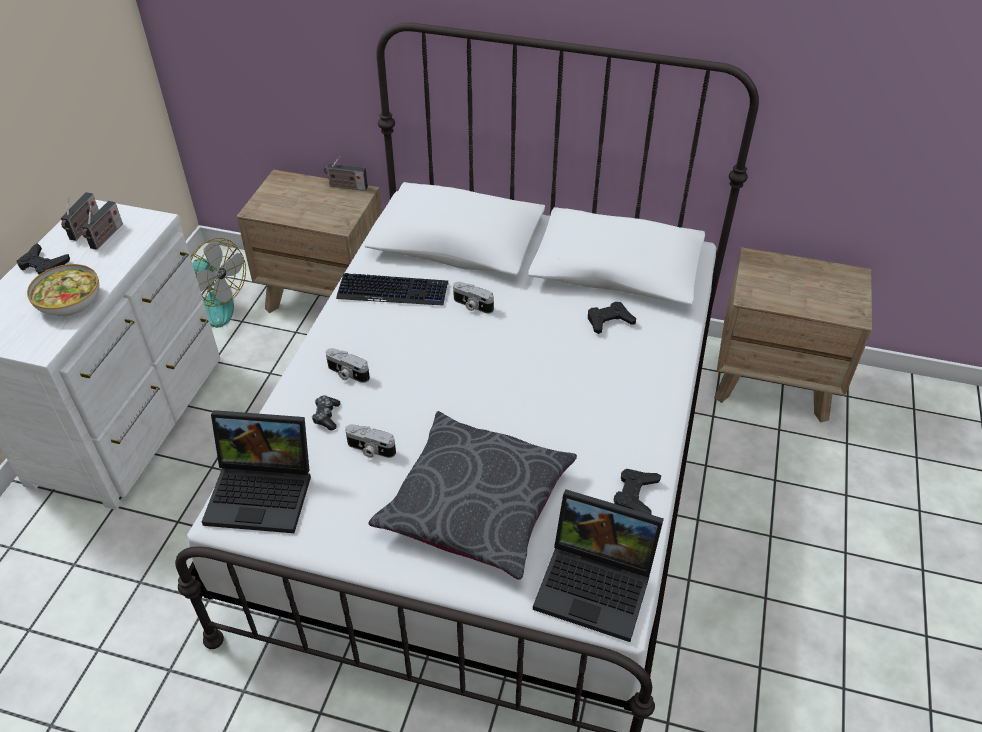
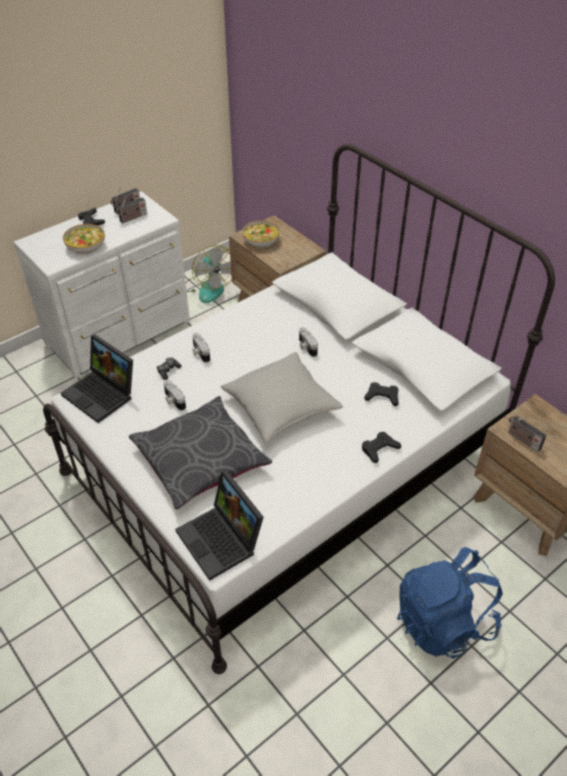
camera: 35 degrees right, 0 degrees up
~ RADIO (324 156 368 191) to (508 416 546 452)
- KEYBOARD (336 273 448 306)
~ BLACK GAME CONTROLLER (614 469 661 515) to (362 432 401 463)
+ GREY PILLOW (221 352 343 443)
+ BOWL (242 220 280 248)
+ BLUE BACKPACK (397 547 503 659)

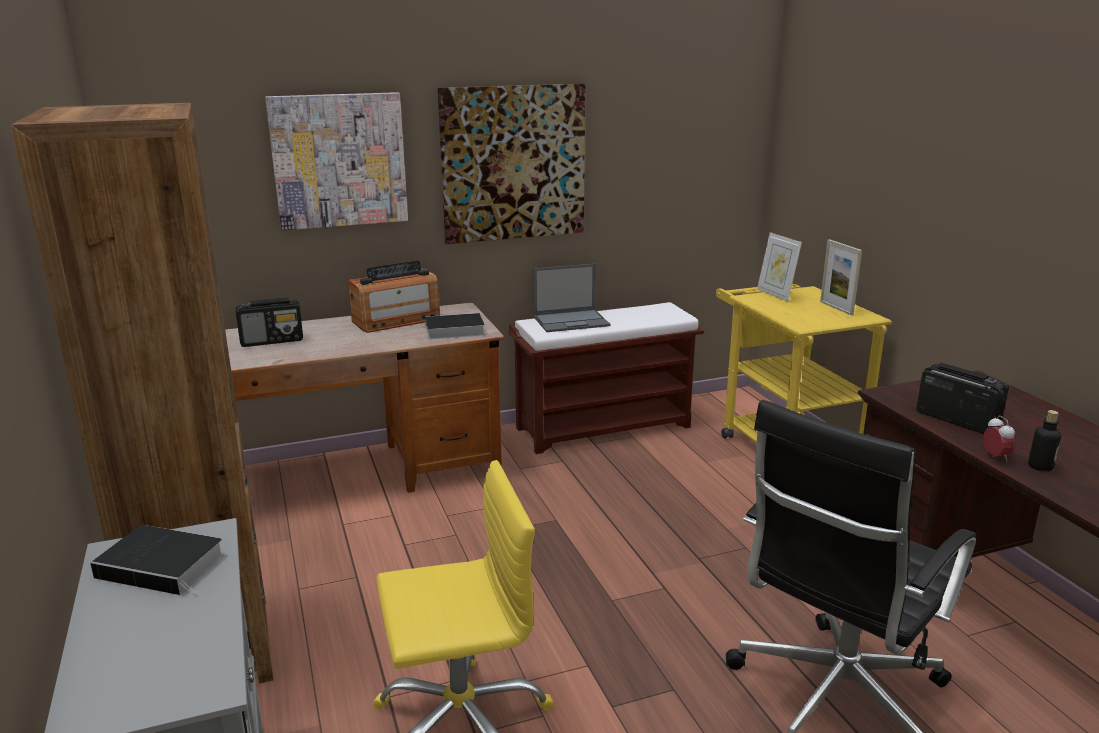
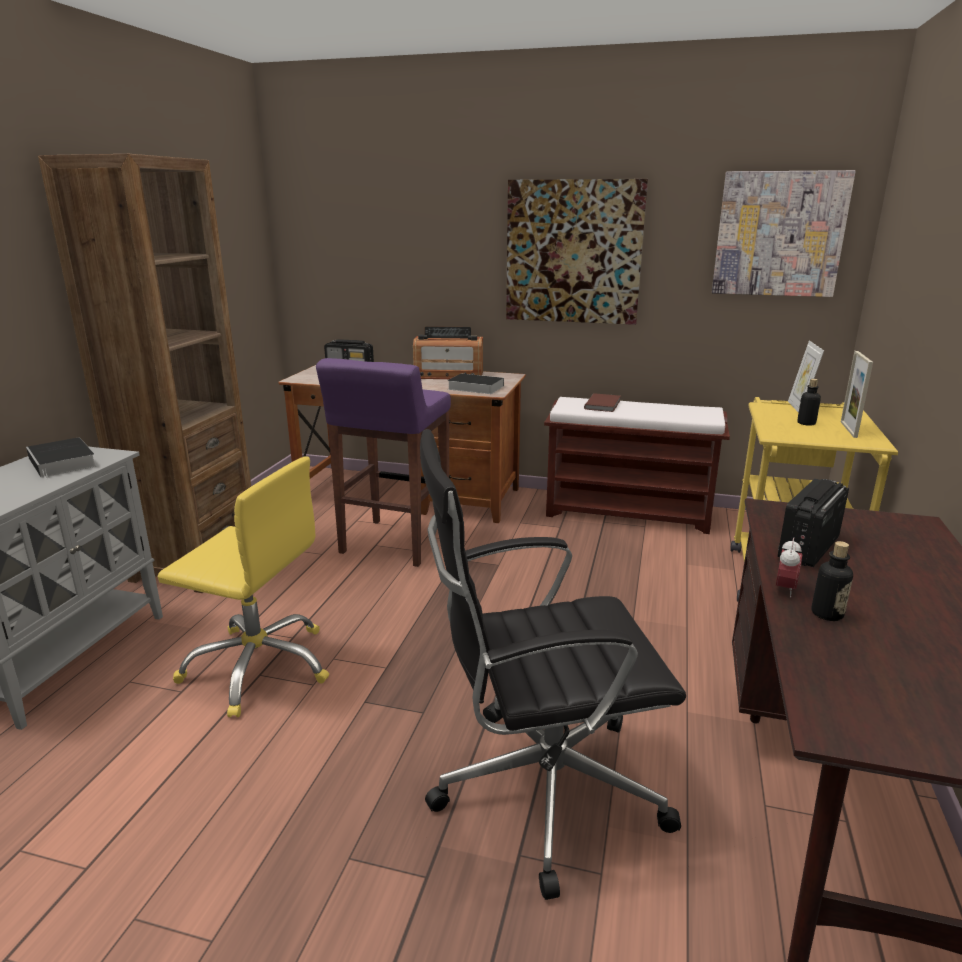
camera: 35 degrees right, 0 degrees up
~ PICTURE (265 92 408 231) to (712 170 856 297)
~ LAPTOP (533 264 611 332) to BROWN BOOK (584 393 620 412)
~ RADIO (916 363 1009 434) = (778 479 849 567) 135 degrees counterclockwise
+ PURPLE STOOL (316 358 451 567)
+ BOTTLE (797 379 821 426)

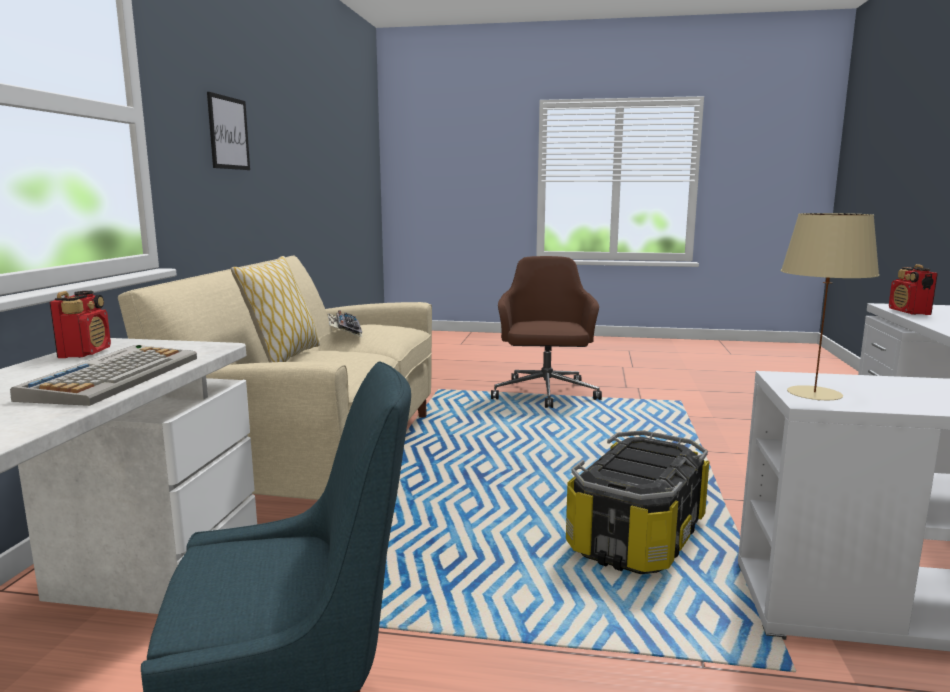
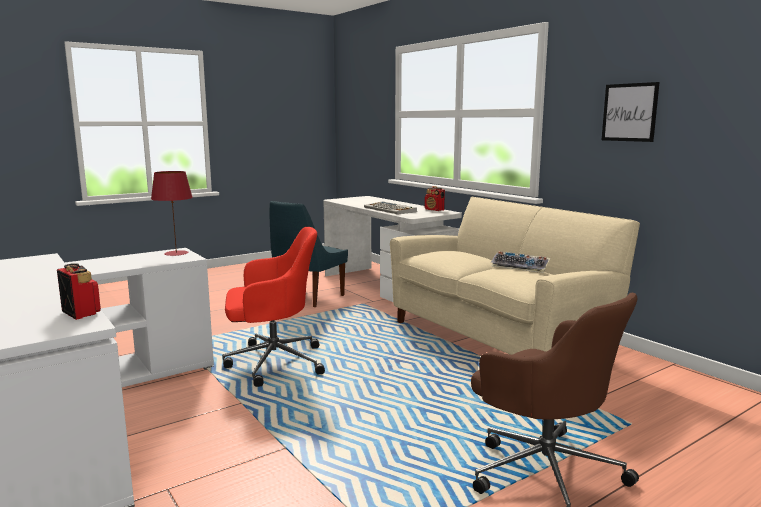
camera: 135 degrees right, 0 degrees up
- PILLOW (231 256 320 362)
~ STORAGE BOX (566 430 710 574) to RED OFFICE CHAIR (222 227 325 387)
~ BEIGE TABLE LAMP (781 213 880 401) to RED TABLE LAMP (151 171 193 256)

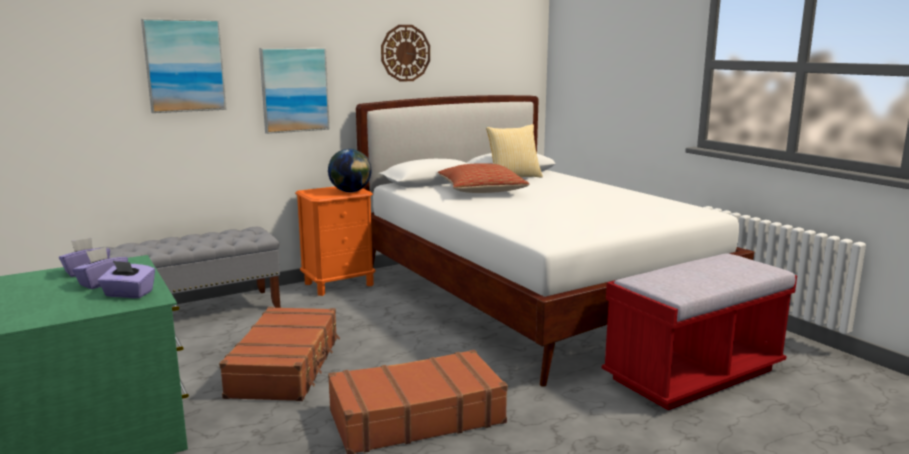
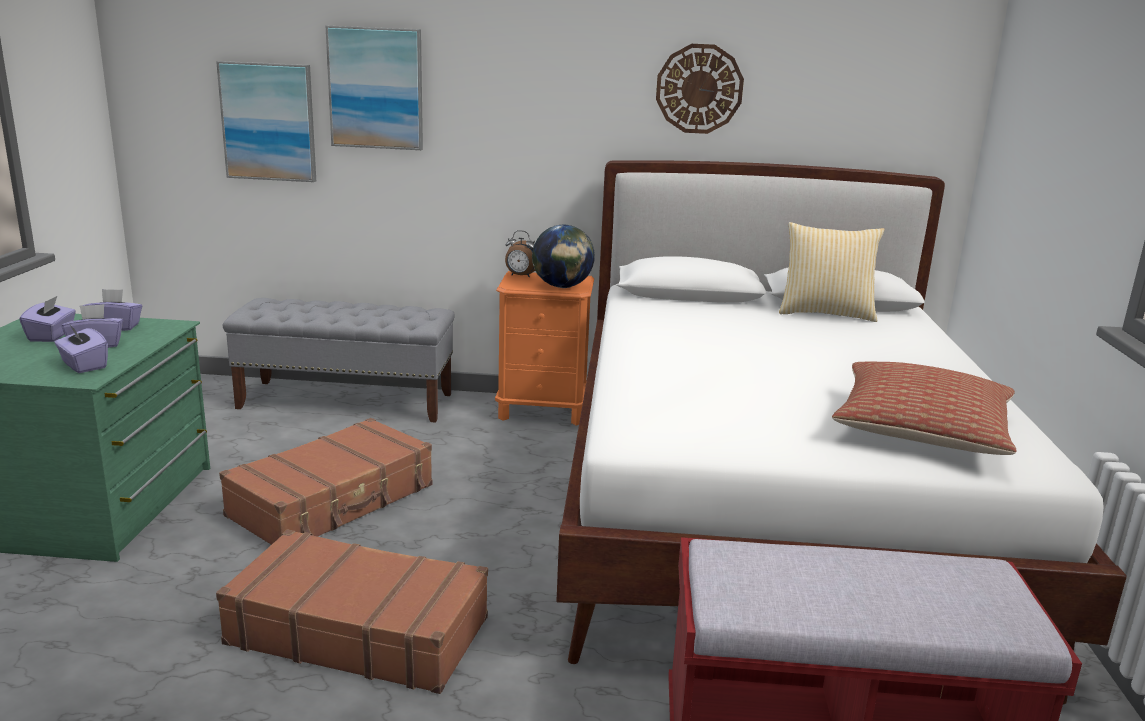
camera: 35 degrees right, 5 degrees up
~ PICTURE (259 48 330 134) to (216 61 316 182)
~ PILLOW (438 163 529 193) to (832 361 1016 455)
+ PURPLE TISSUE BOX (19 296 76 342)
+ ALARM CLOCK (505 230 535 277)

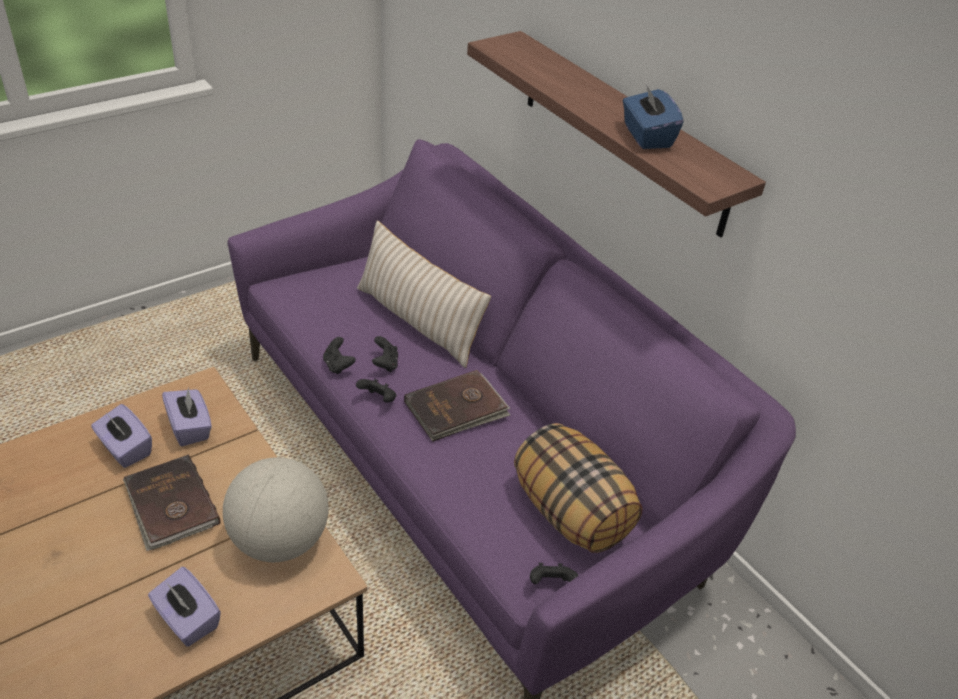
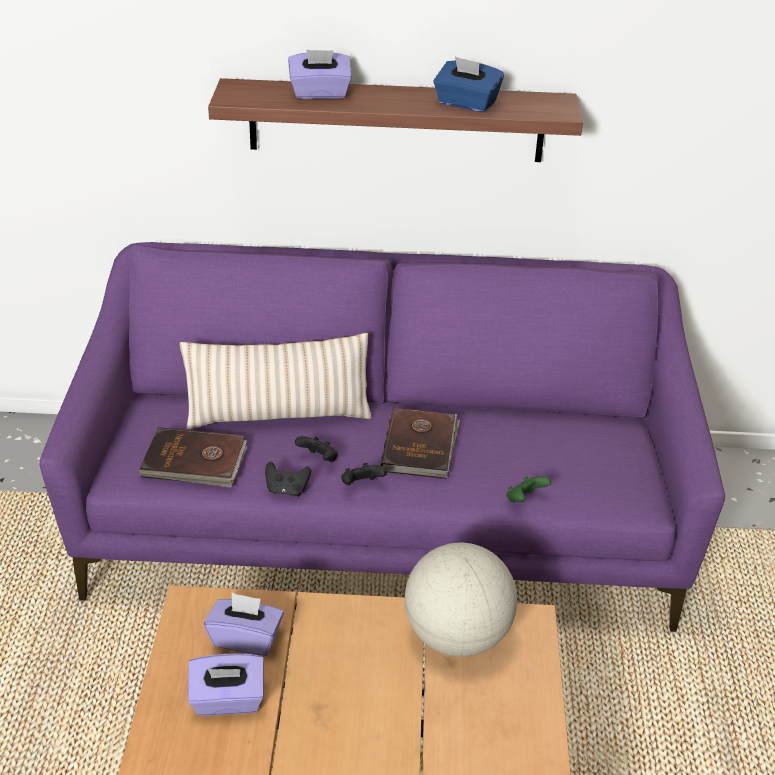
camera: 50 degrees left, 5 degrees down
~ BROWN BOOK (123 454 221 551) to (139 427 247 487)
~ PURPLE TISSUE BOX (148 567 221 646) to (288 49 352 99)
- PILLOW (514 423 642 553)
- BLACK GAME CONTROLLER (530 563 579 584)
+ GREEN GAME CONTROLLER (506 476 551 503)

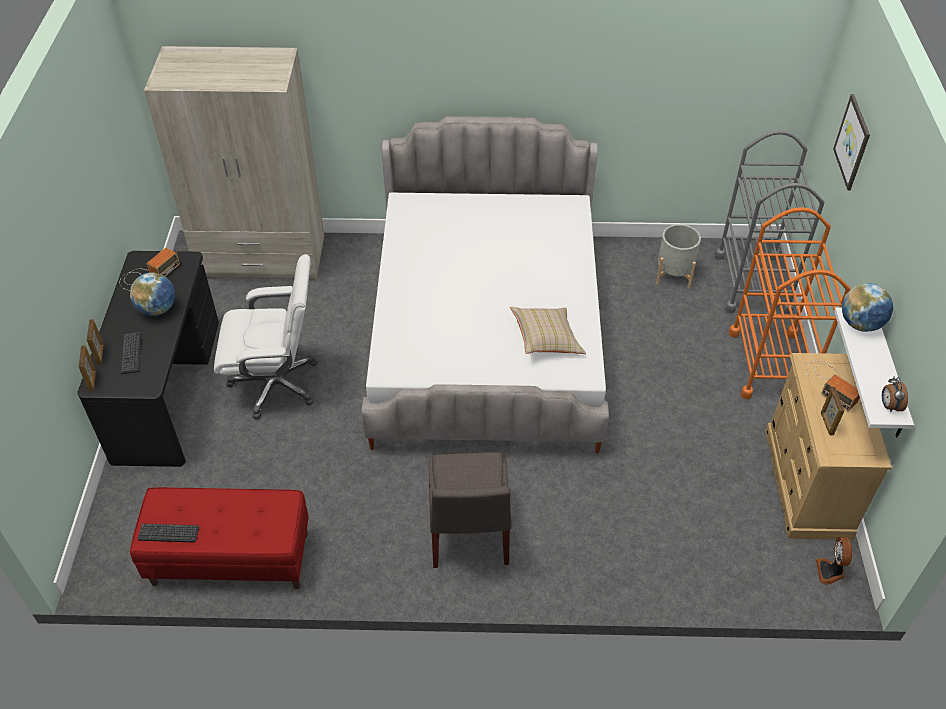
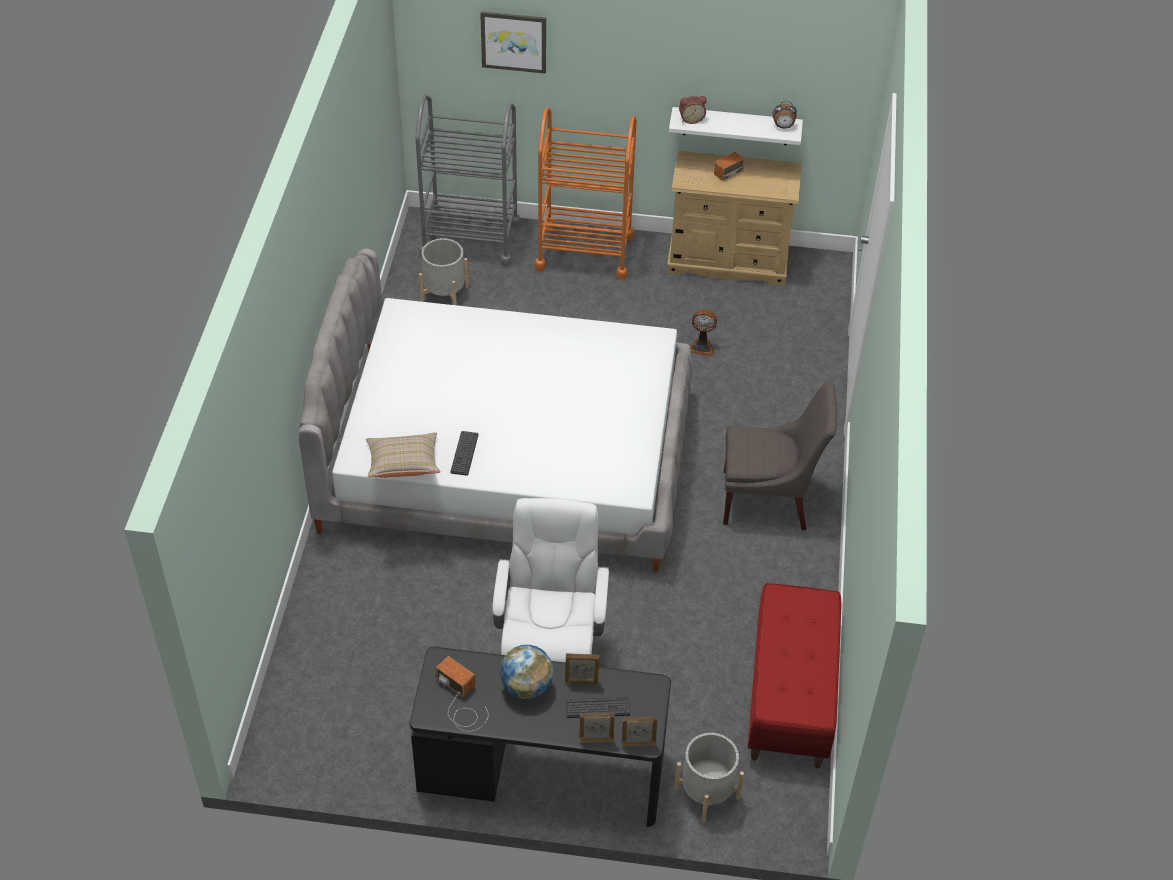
camera: 85 degrees left, 0 degrees up
~ KEYBOARD (138 524 199 543) to (450 431 479 476)
- BEIGE WARDROBE (144 46 324 279)
~ BEIGE PILLOW (510 307 586 354) to (366 432 441 478)
~ FAN (816 537 852 585) to (690 310 717 356)
~ PICTURE FRAME (821 387 845 435) to (565 653 599 684)
~ GLOBE (841 283 893 332) to ALARM CLOCK (679 96 707 124)
+ GREY PLANTER (674 733 744 823)

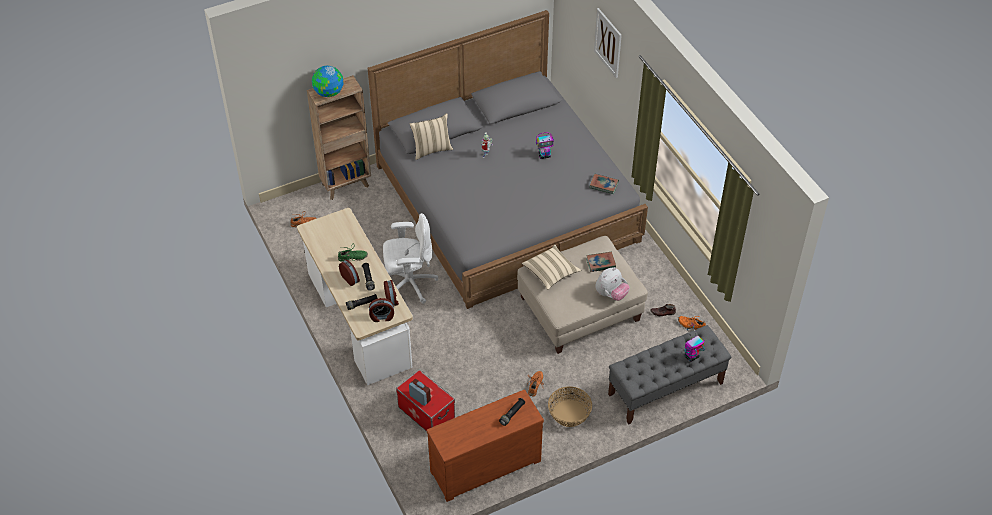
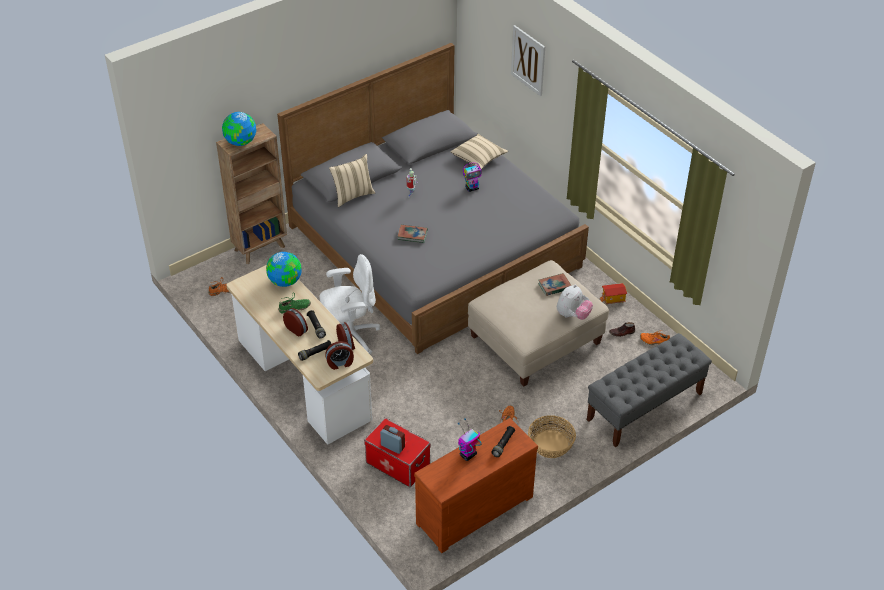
camera: 10 degrees left, 5 degrees down
~ BEIGE PILLOW (522 244 581 290) to (451 134 508 169)
~ BOOK (590 174 619 194) to (397 225 428 243)
~ TOY ROBOT (684 326 705 362) to (458 418 482 461)
+ GLOBE (266 252 302 287)
+ TOY HOUSE (600 283 627 304)

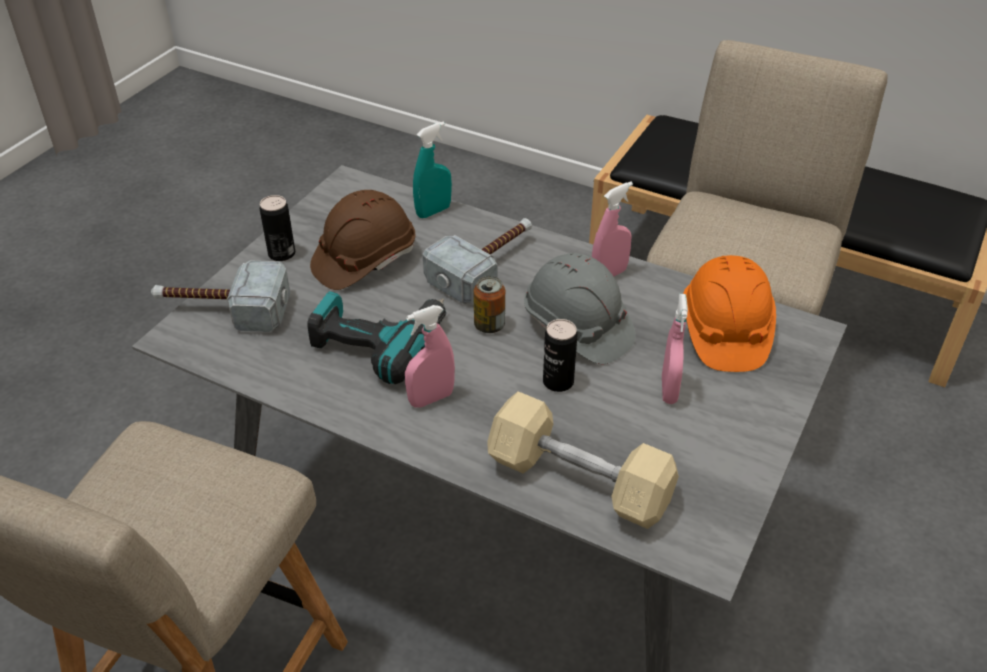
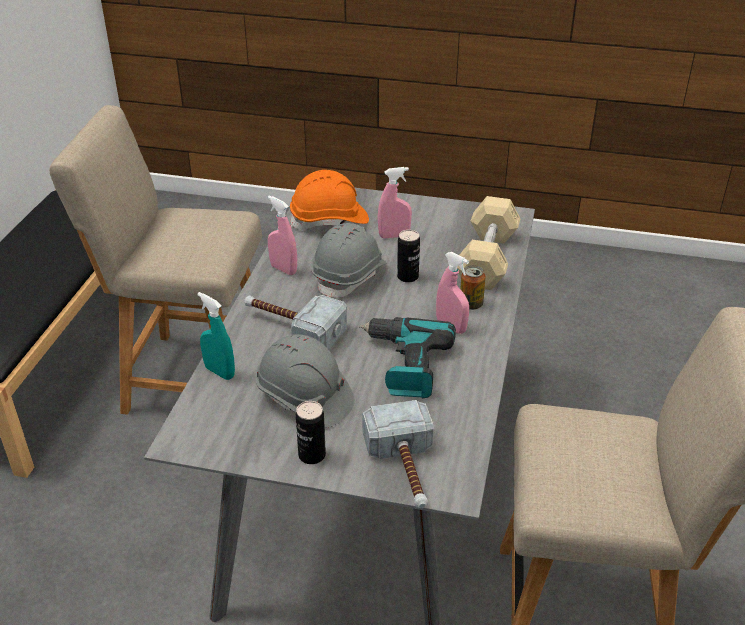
camera: 105 degrees left, 5 degrees down
~ BROWN HARD HAT (310 190 415 290) to GREY HARD HAT (256 334 355 427)
~ CAN (474 276 505 333) to (460 265 485 310)

